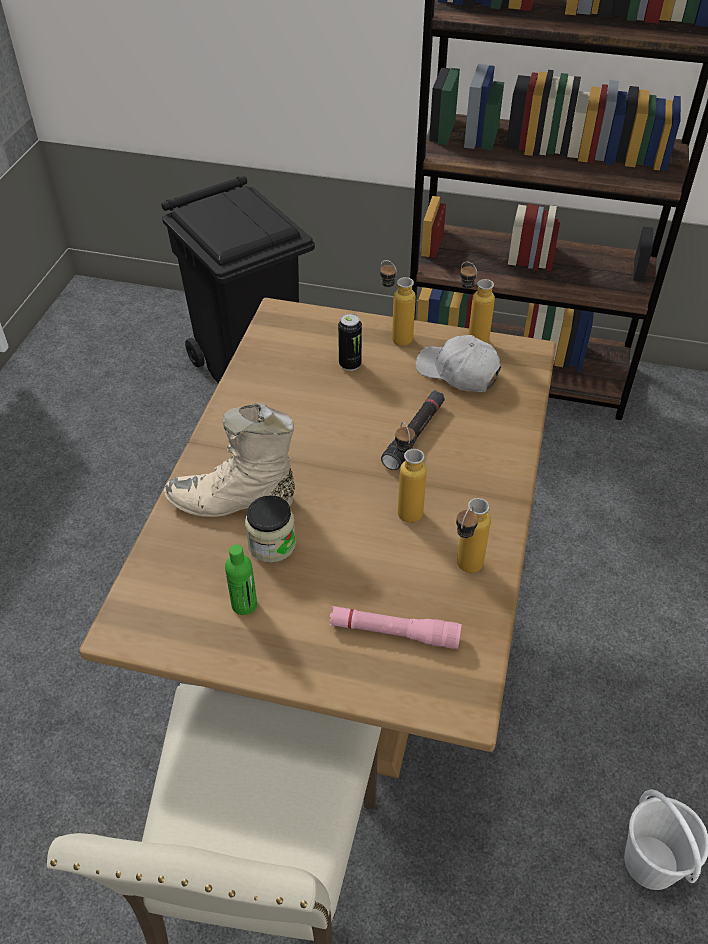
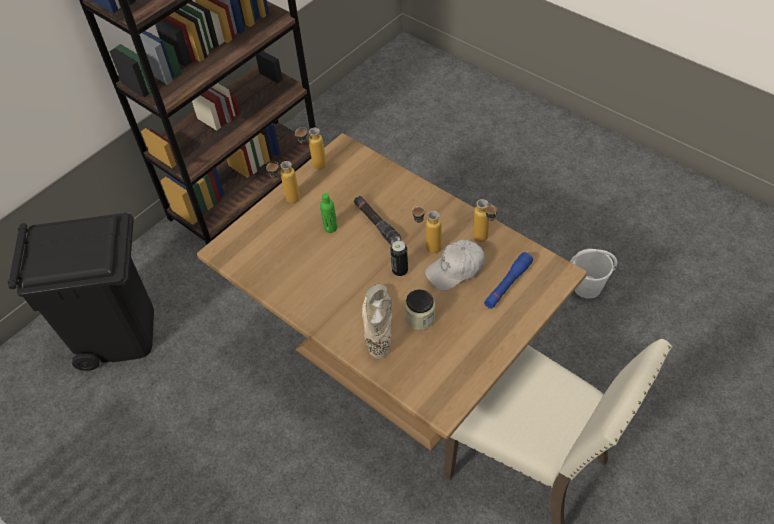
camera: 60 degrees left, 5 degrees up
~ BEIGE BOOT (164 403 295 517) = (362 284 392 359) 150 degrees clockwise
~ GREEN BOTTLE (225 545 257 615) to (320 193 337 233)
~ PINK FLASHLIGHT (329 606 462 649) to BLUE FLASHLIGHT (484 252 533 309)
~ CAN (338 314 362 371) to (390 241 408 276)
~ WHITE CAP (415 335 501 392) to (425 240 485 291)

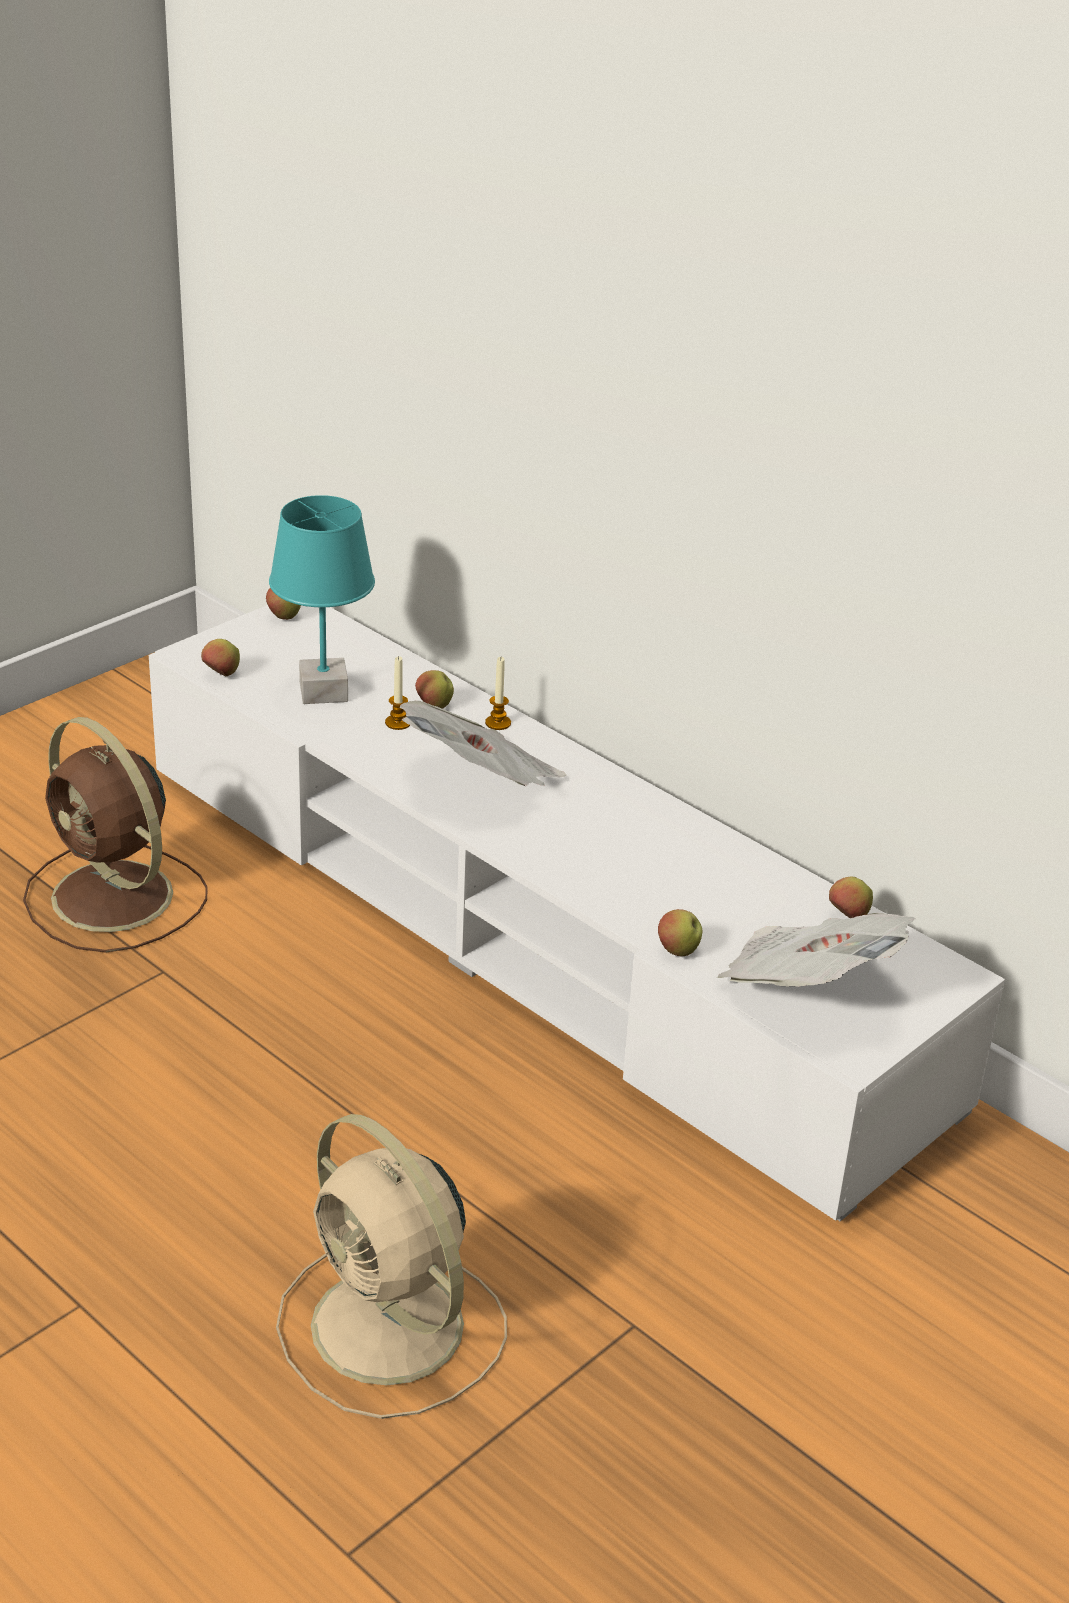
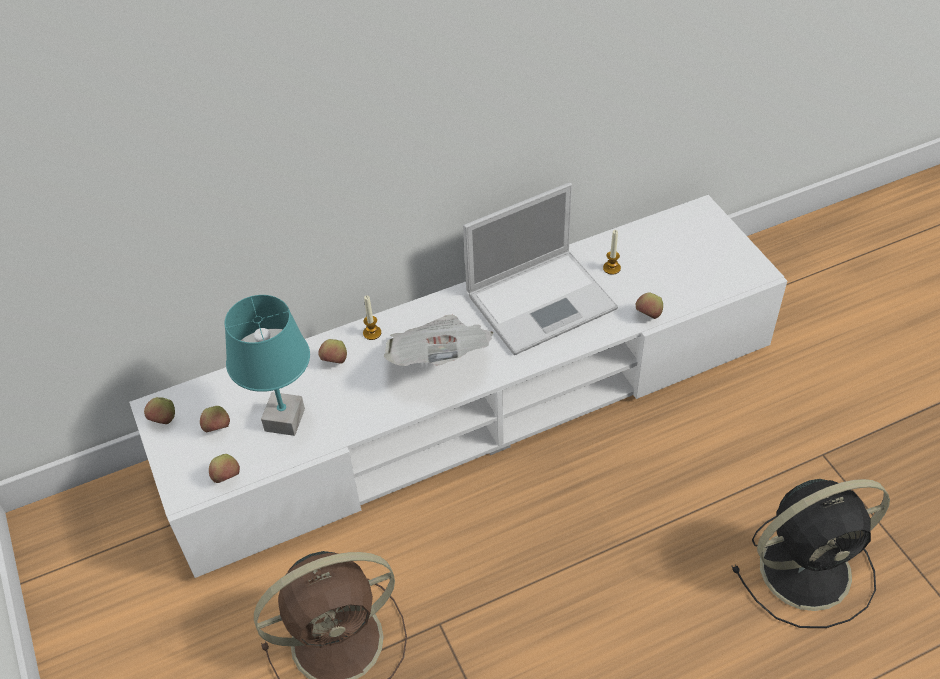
camera: 65 degrees left, 15 degrees up
~ BEIGE FAN (276 1114 507 1419) to BLACK FAN (732 479 890 628)
~ CANDLE (385 656 410 730) to (603 230 621 275)
- NEWSPAPER (717 913 915 987)
~ APPLE (829 877 873 918) to (200 406 230 432)
+ LAPTOP (463 183 618 355)

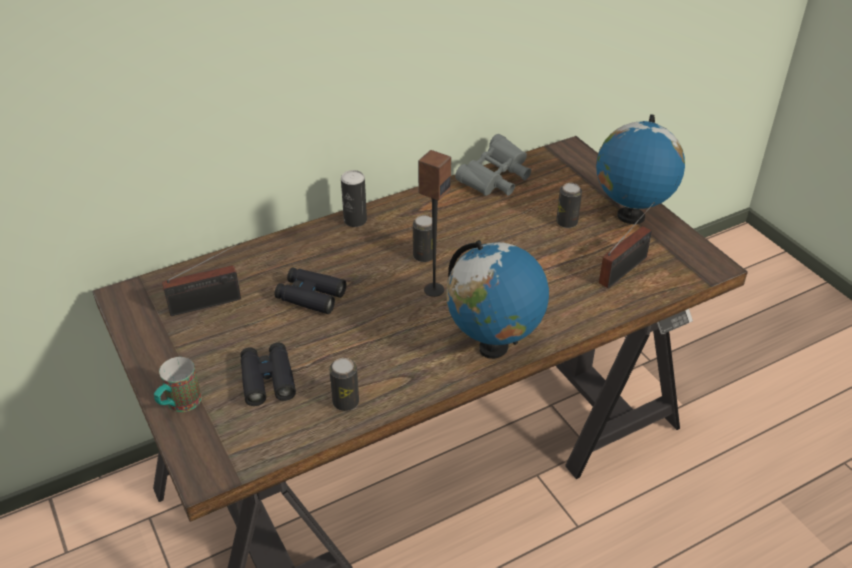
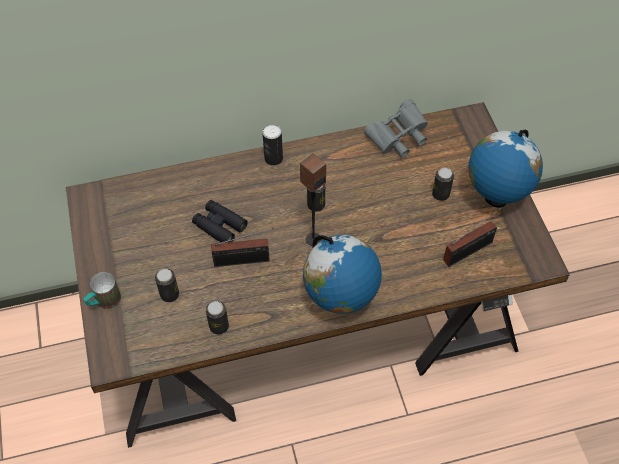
camera: 15 degrees right, 15 degrees up
~ RADIO (162 243 241 316) to (211 227 274 267)
~ BLACK BINOCULARS (241 343 296 406) to CAN (155 268 179 302)

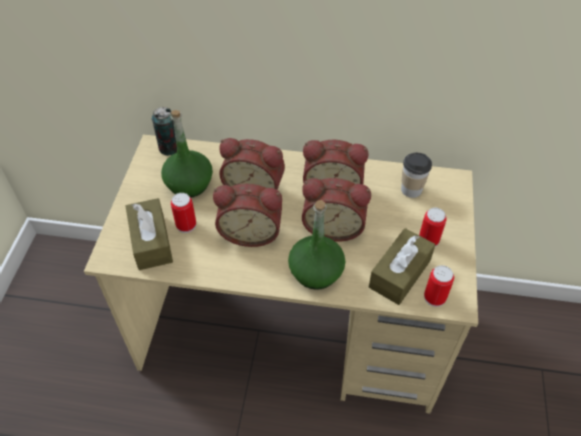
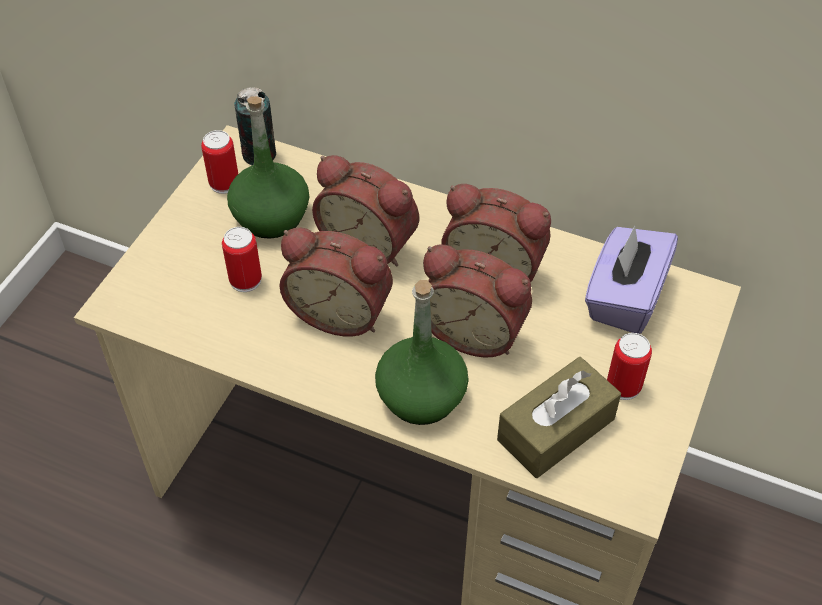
camera: 15 degrees right, 0 degrees up
- BROWN TISSUE BOX (126 198 173 270)
~ CUP (401 152 432 198) to PURPLE TISSUE BOX (585 225 678 334)
~ CAN (424 265 454 307) to (201 130 238 194)

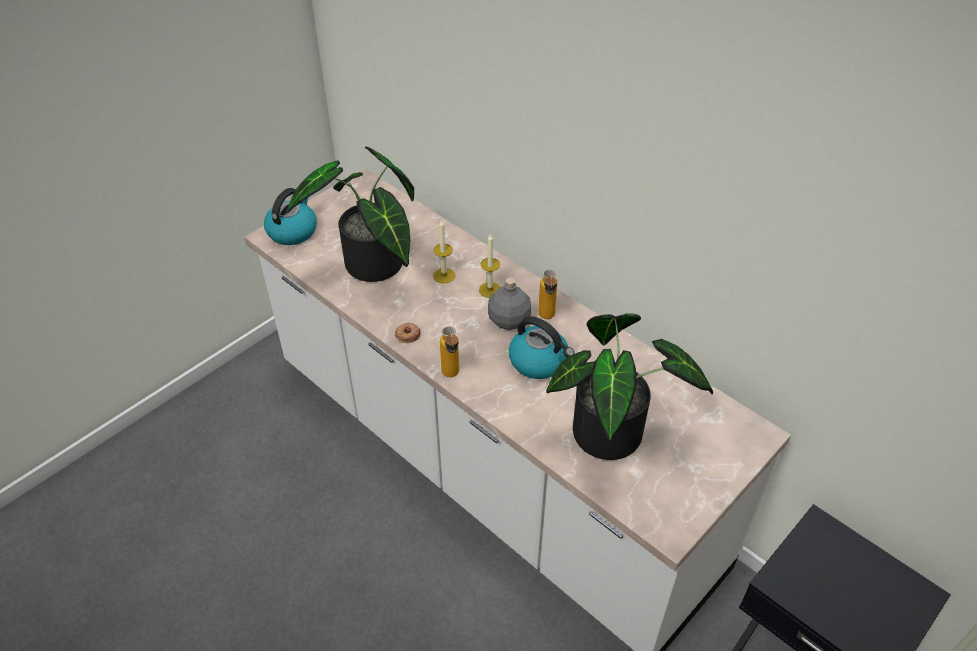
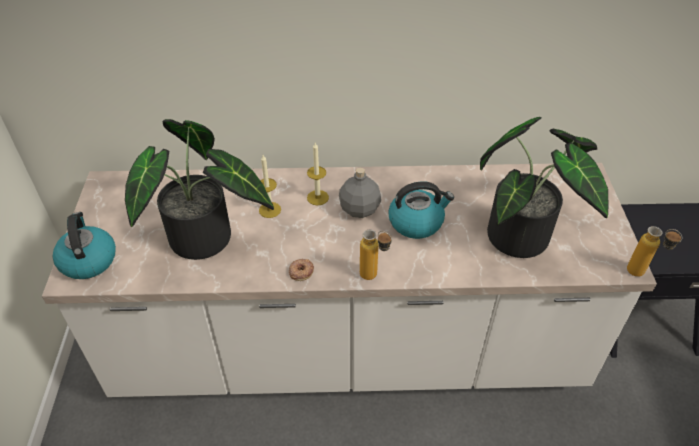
camera: 45 degrees left, 0 degrees up
~ BOTTLE (538 269 557 319) to (627 226 682 277)

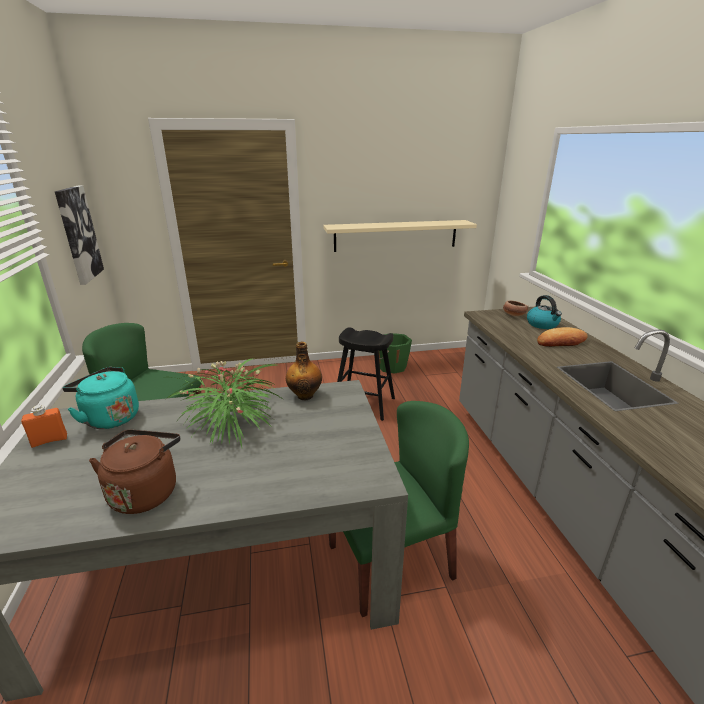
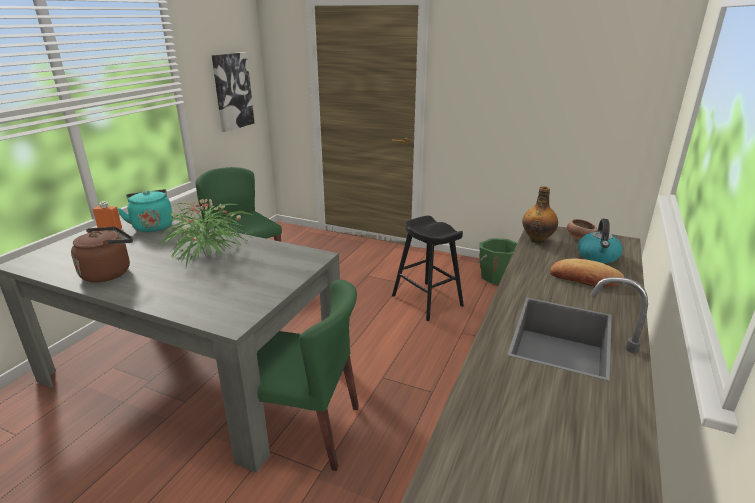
camera: 35 degrees right, 0 degrees up
~ BOTTLE (286 342 322 400) to (522 186 558 244)
- BEIGE SHELF (323 220 477 252)

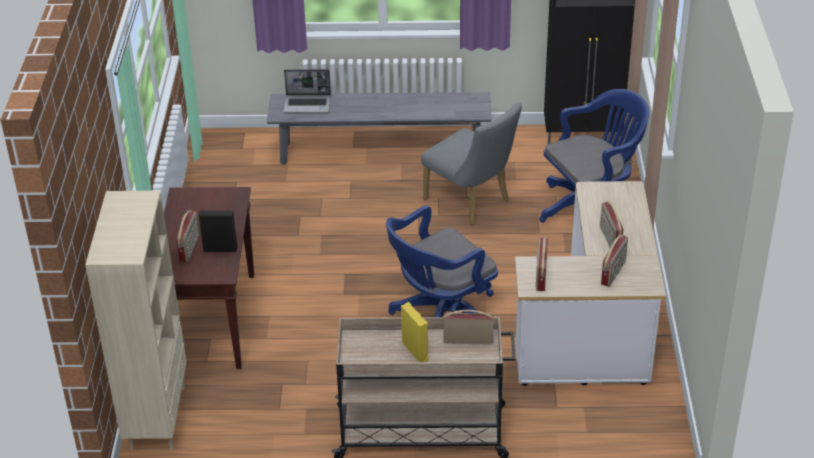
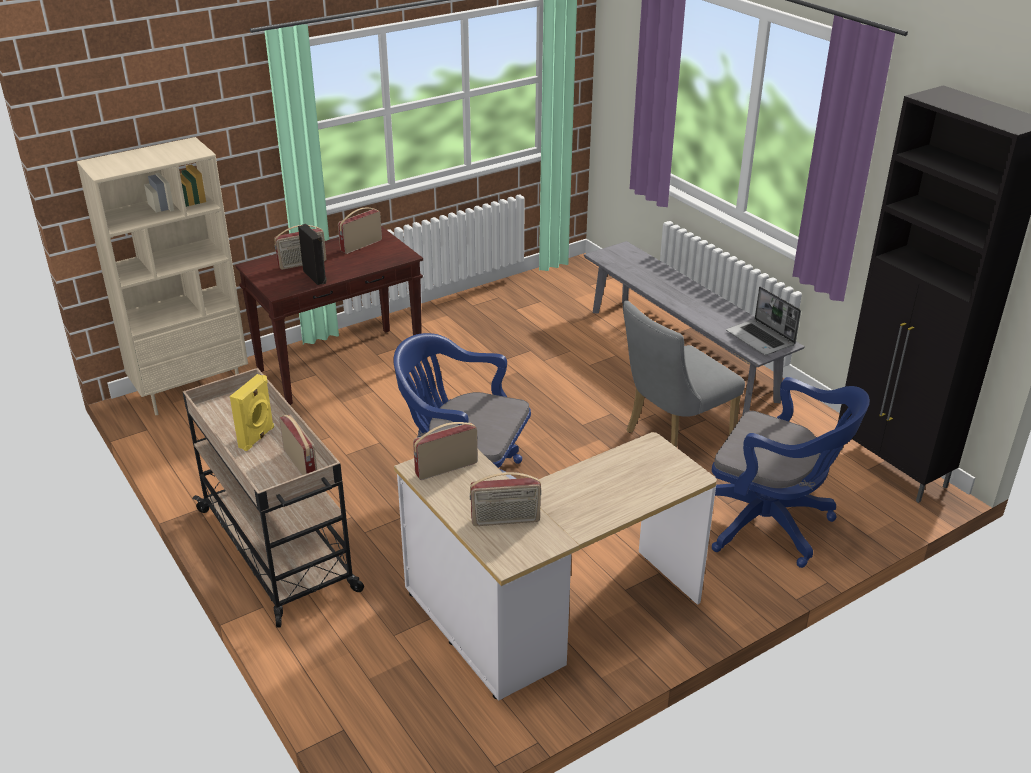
camera: 55 degrees right, 5 degrees down
~ LAPTOP (283 69 331 113) to (726 286 801 355)
~ GREY CHAIR (421 102 522 225) = (623 301 745 448) 45 degrees clockwise
~ RADIO (600 201 623 248) to (338 208 382 254)

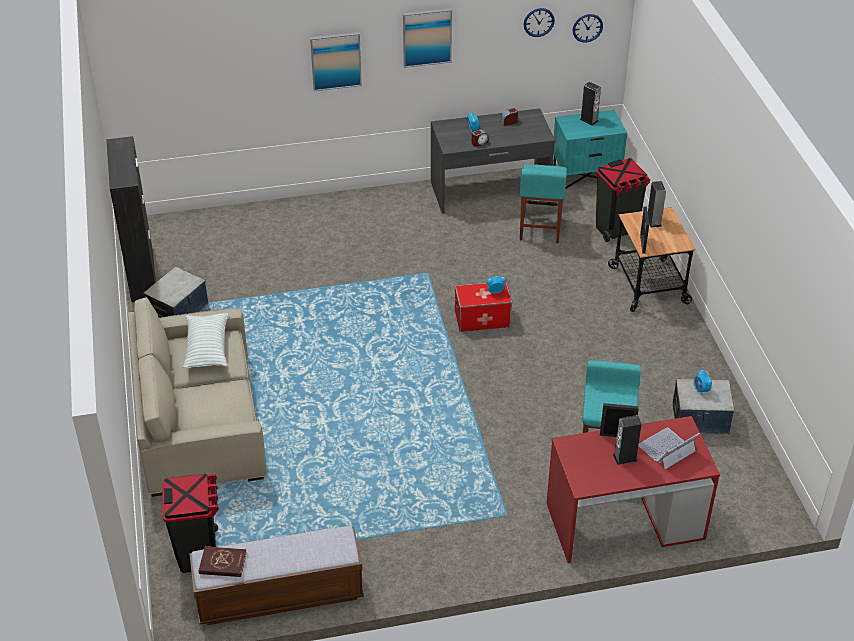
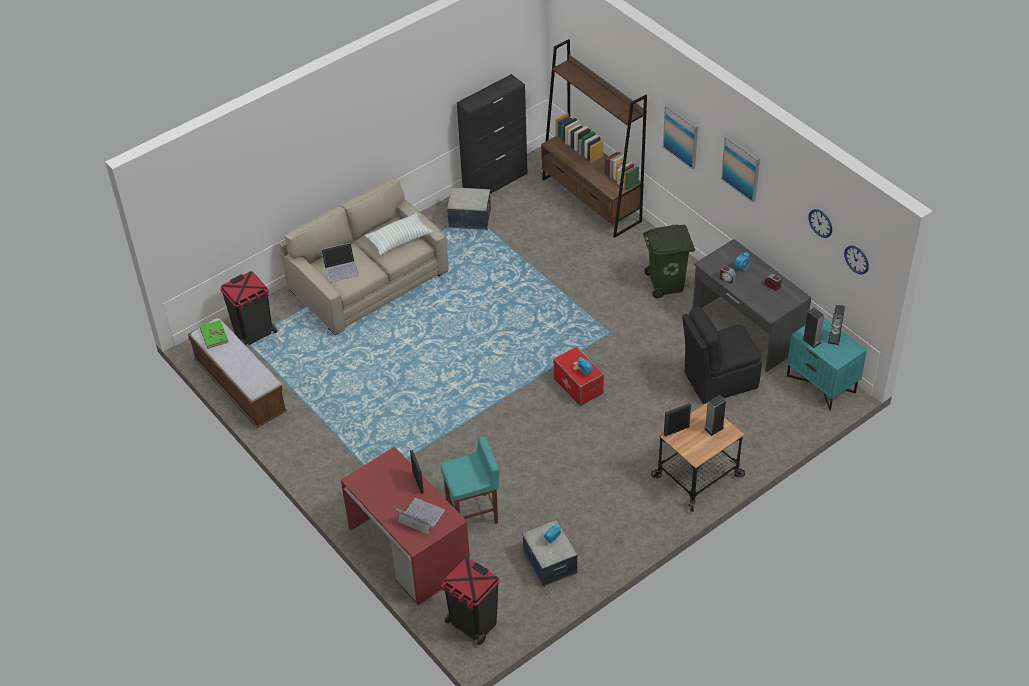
camera: 65 degrees right, 5 degrees up
~ RED BOOK (198 546 247 577) to GREEN BOOK (200 320 229 349)
~ TURQUOISE STOOL (520 164 567 243) to BLACK CHAIR (682 307 762 404)
~ BLACK TRASH CAN (596 158 650 242) to (440 557 500 645)
~ SPEAKER (613 415 642 465) to (802 307 825 348)
+ LAPTOP (321 243 359 282)
+ BROWN BOOKCASE (541 39 647 238)
+ GREEN TRASH CAN (642 224 695 298)

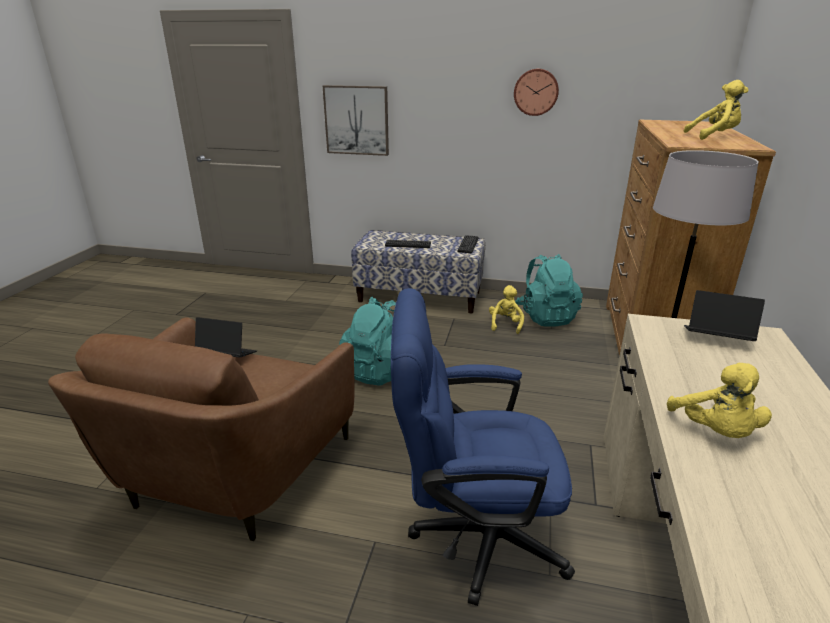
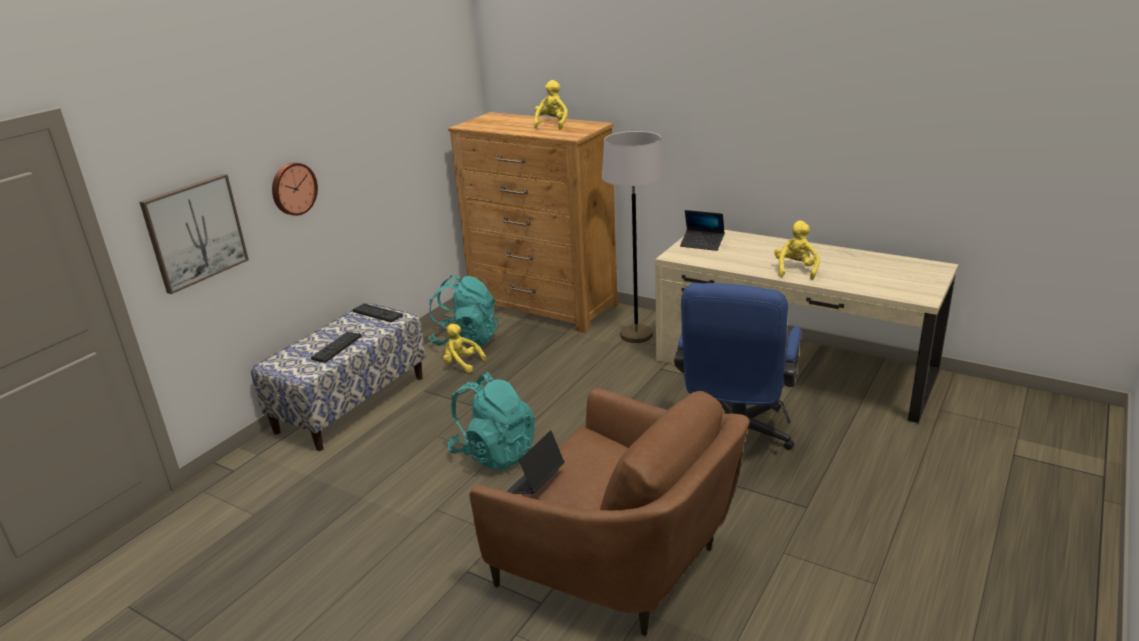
camera: 70 degrees left, 0 degrees up
~ WALL CLOCK (514 69 559 116) to (272 163 318 216)
~ YELLOW PLUSH TOY (667 363 772 438) = (774 221 820 280) 90 degrees counterclockwise
~ LAPTOP (684 290 765 341) = (680 210 725 251) 105 degrees counterclockwise

